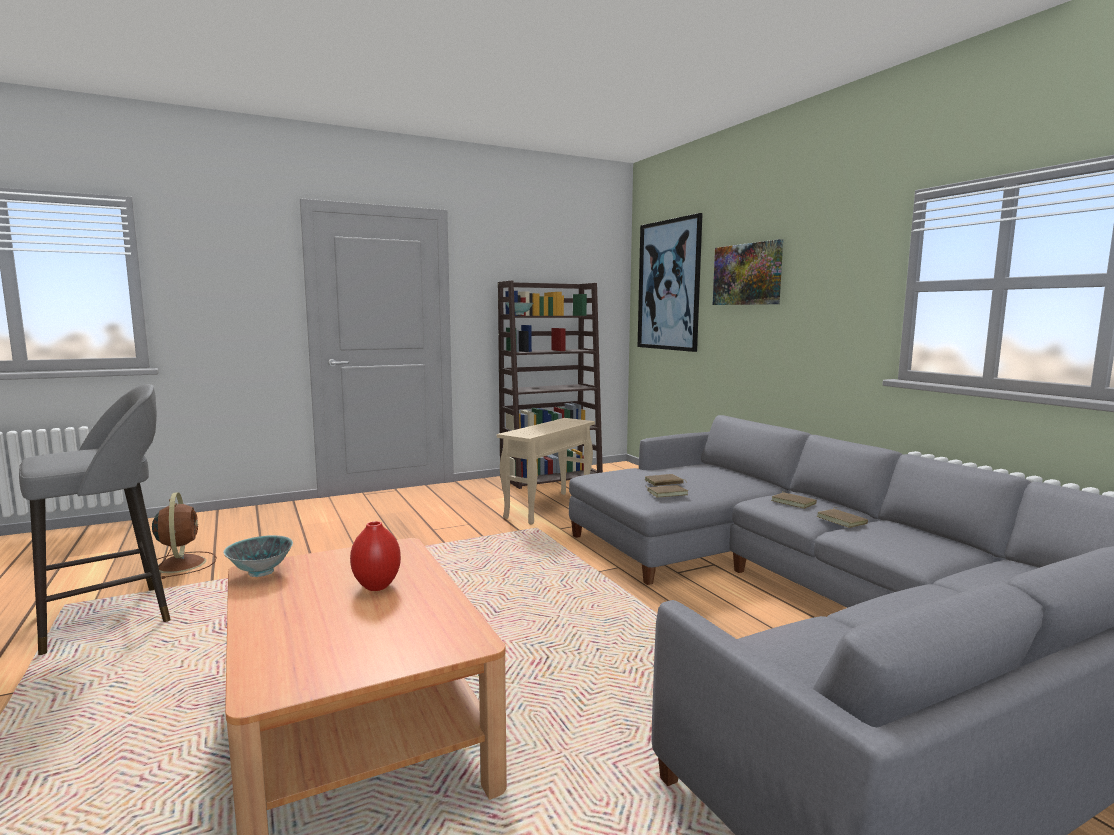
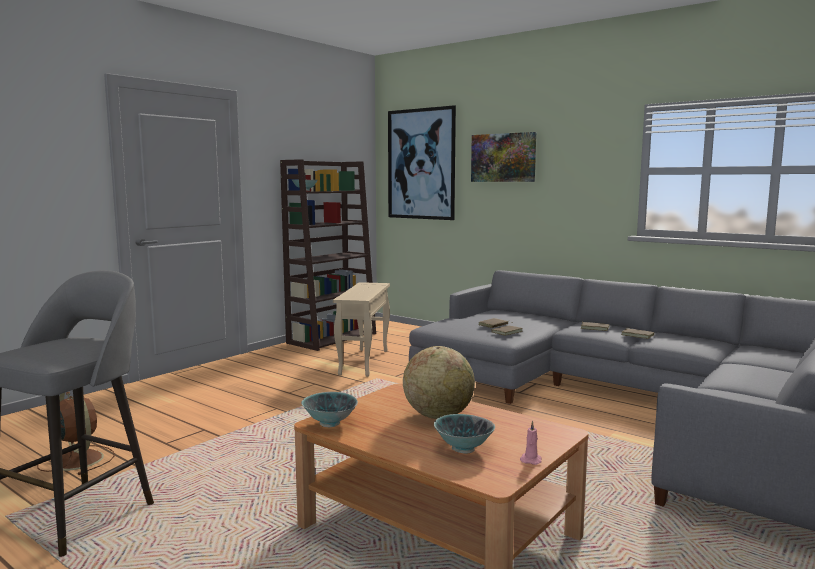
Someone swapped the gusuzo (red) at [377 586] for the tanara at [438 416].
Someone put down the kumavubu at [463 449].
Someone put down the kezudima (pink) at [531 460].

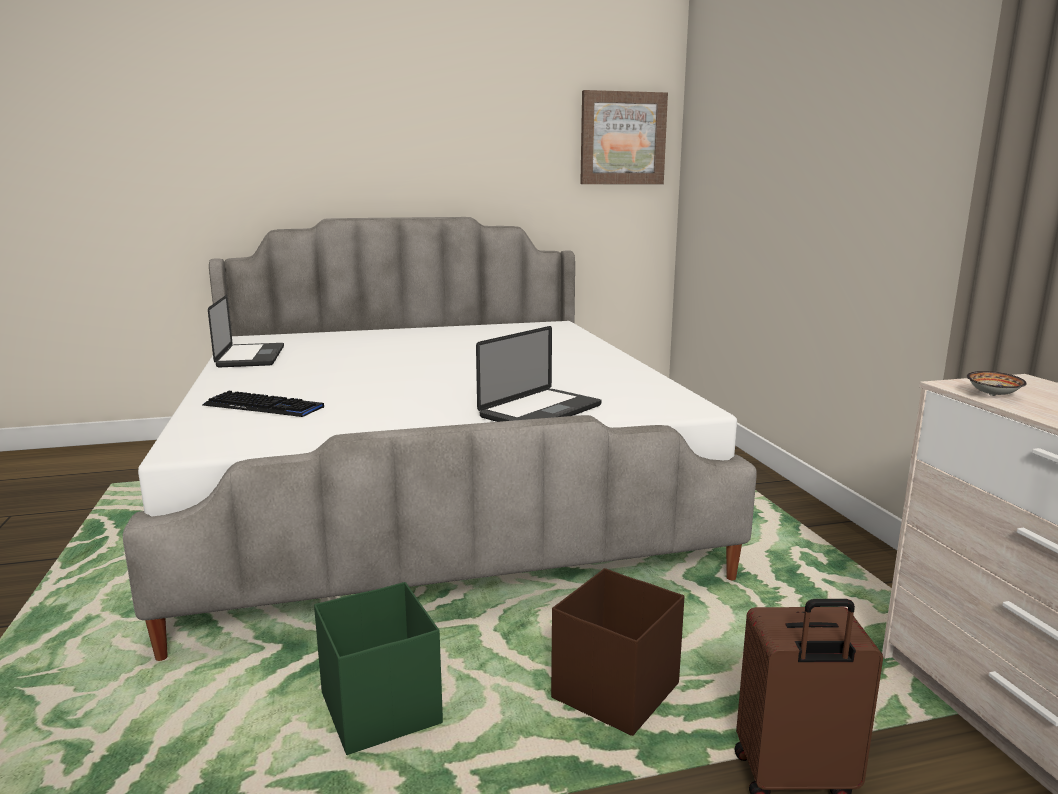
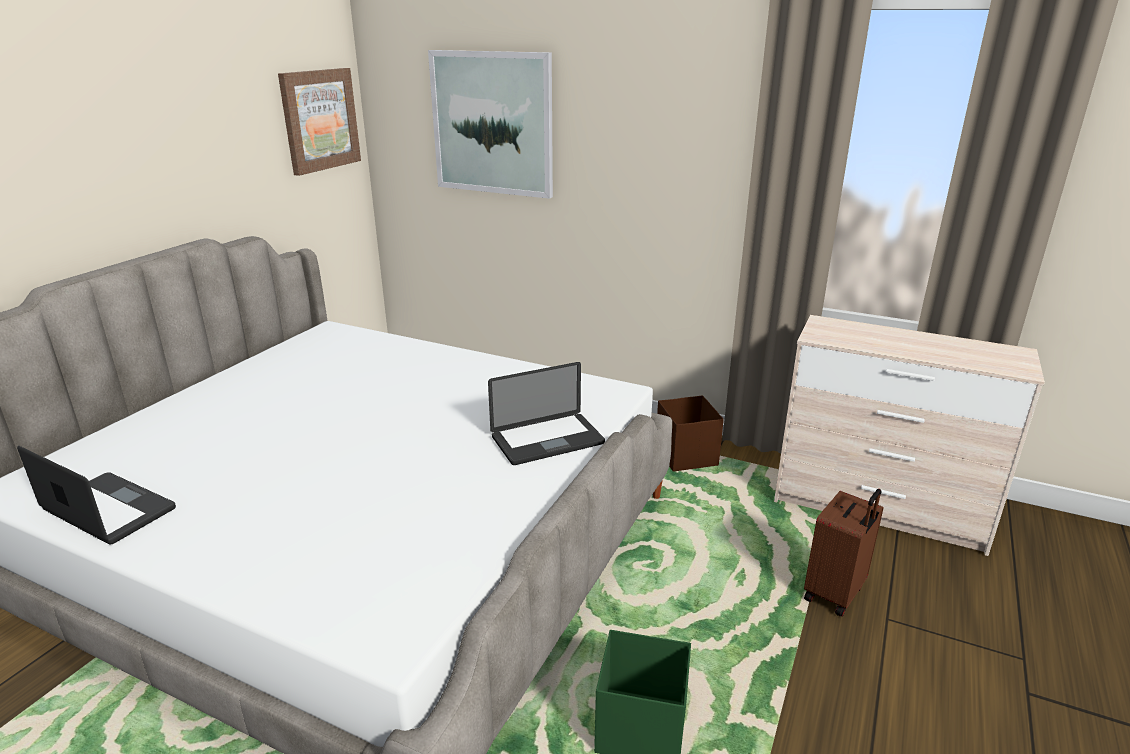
Someone rotated the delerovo at [541 411] by 75 degrees clockwise.
Someone took away the kumavubu at [993 395].
Someone took away the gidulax at [264 407].
Someone carried the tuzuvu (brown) from [614 692] to [686 456].
Someone put up the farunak at [492 123].

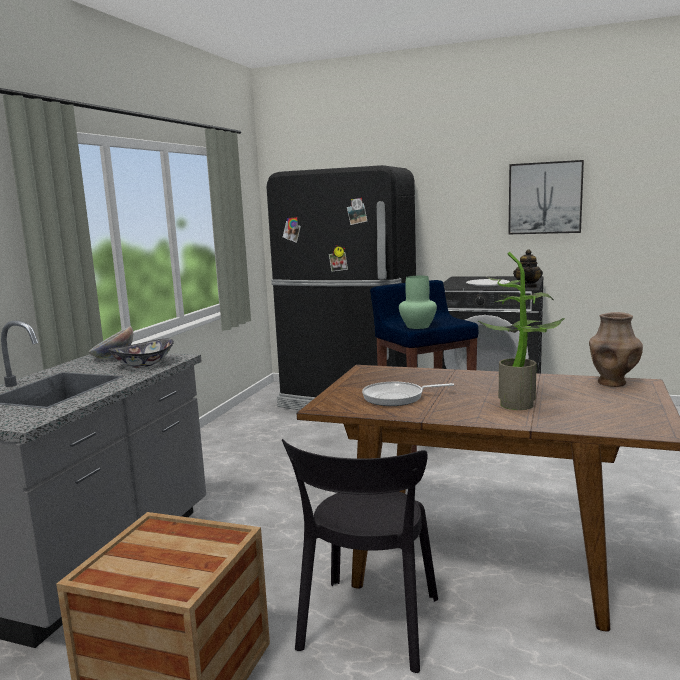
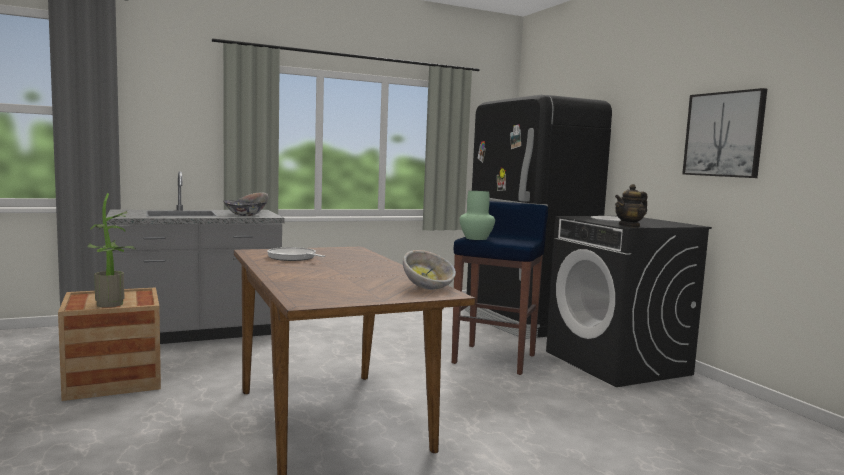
Someone carried the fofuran from [520 403] to [113 304].
Someone swapped the gusuzo (brown) at [612 383] for the kumavubu at [428 288].
Someone took away the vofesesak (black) at [368 627].

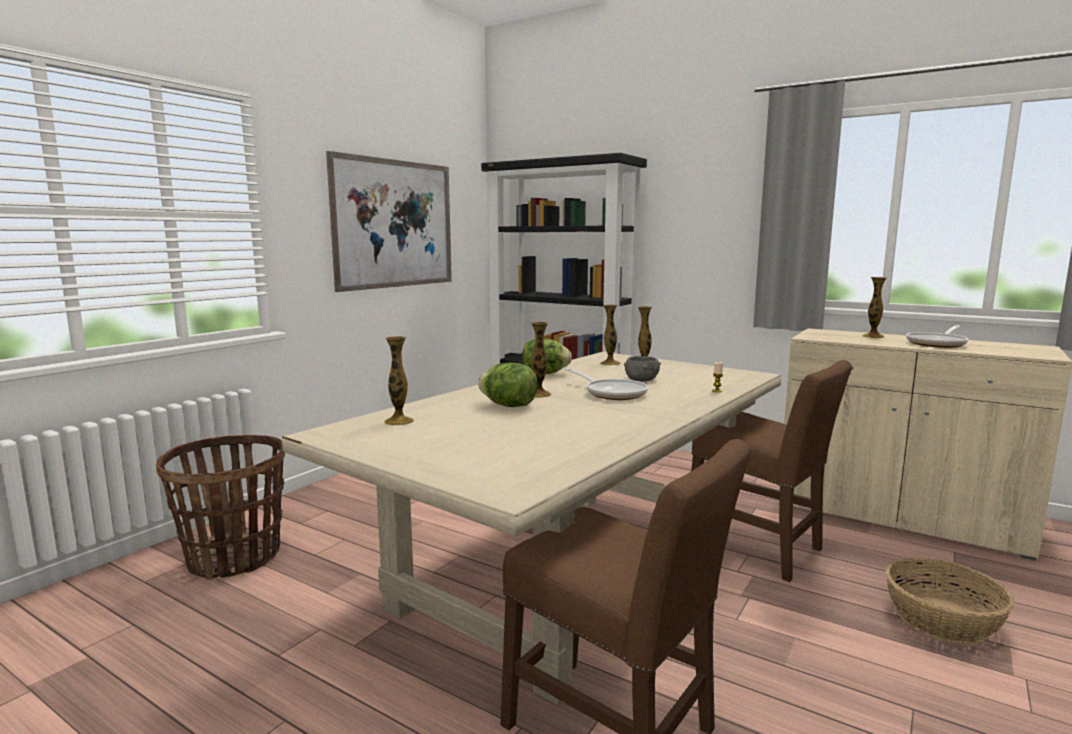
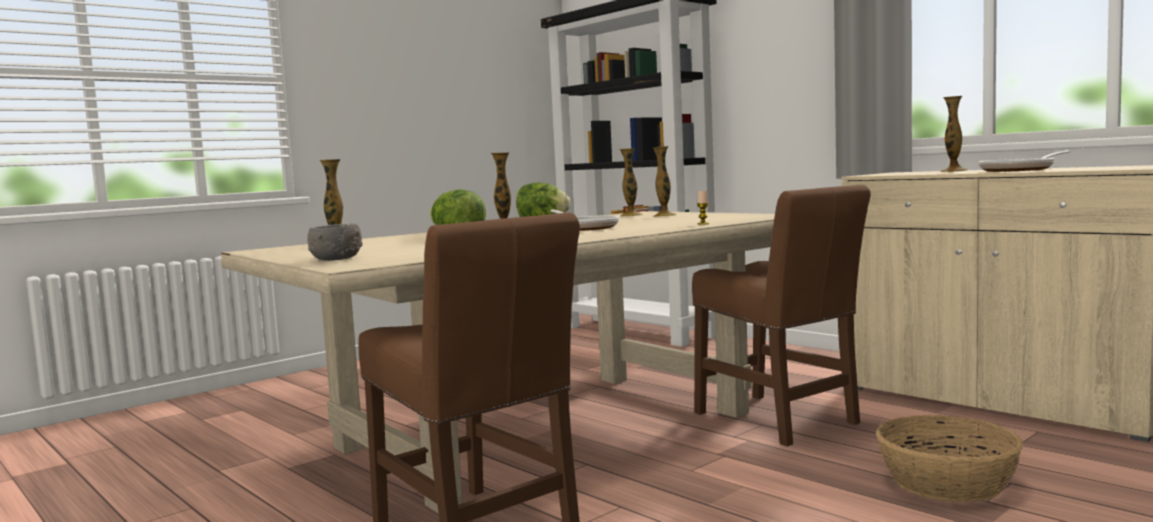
Someone took away the farunak at [395 224].
Someone carried the kumavubu (grey) from [641 379] to [336 259].
Someone took away the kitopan at [234 558].

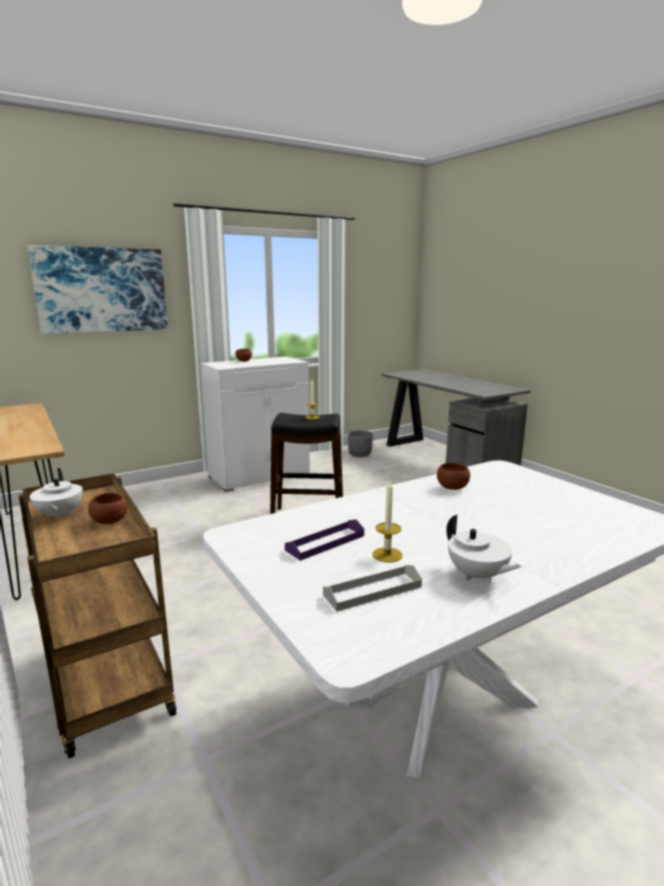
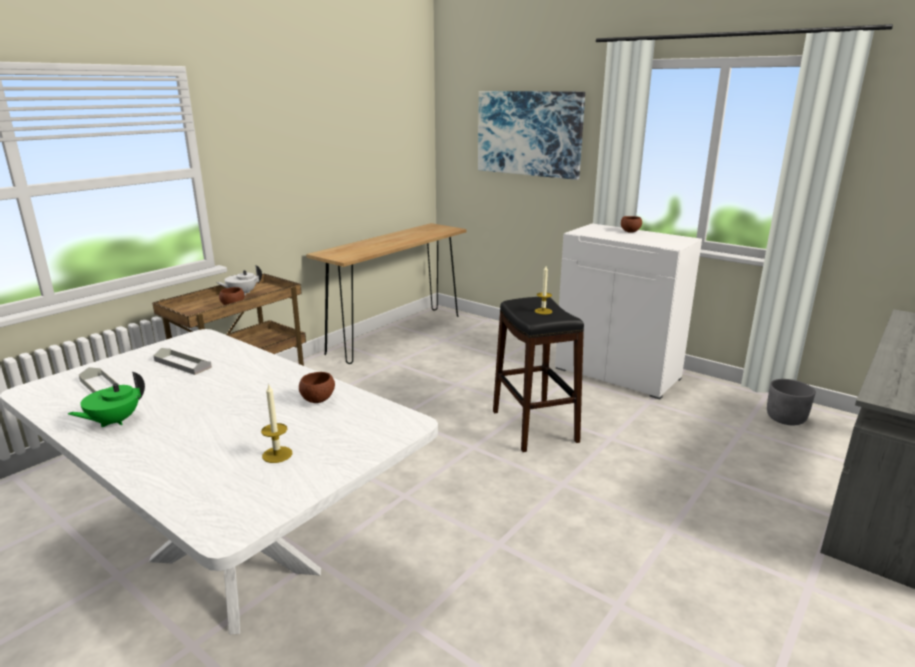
Someone carried the kezudima from [387 554] to [277 454].
Someone repainted the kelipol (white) at [477 576], which became the kelipol (green) at [114 421].
Someone repainted the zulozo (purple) at [325 543], which became the zulozo (grey) at [182 364].

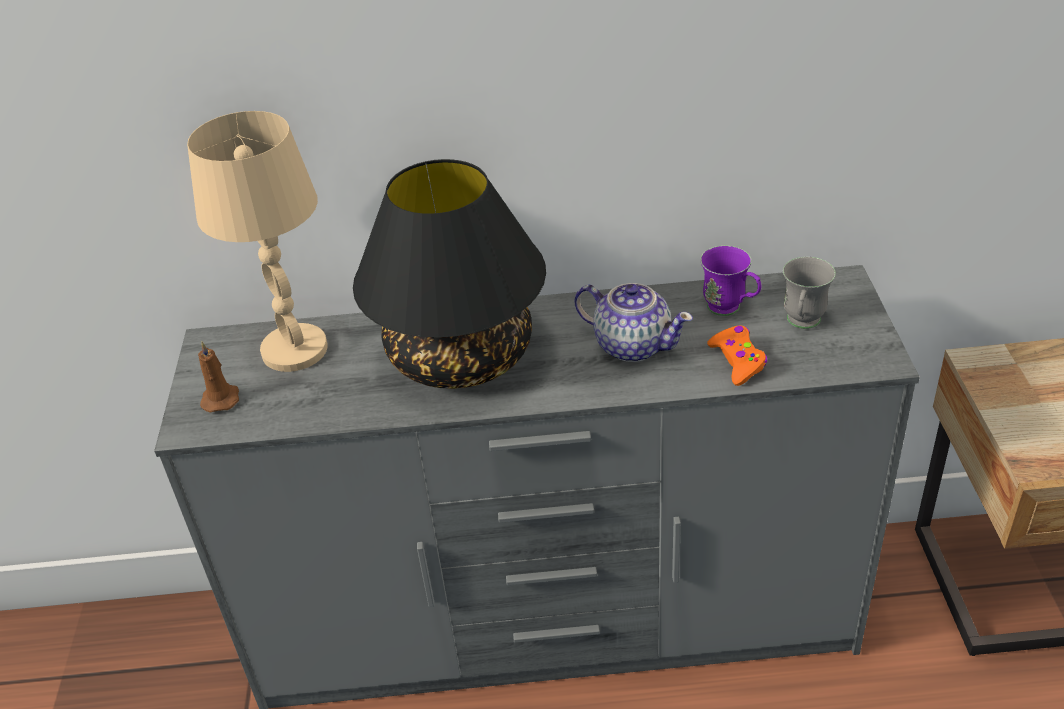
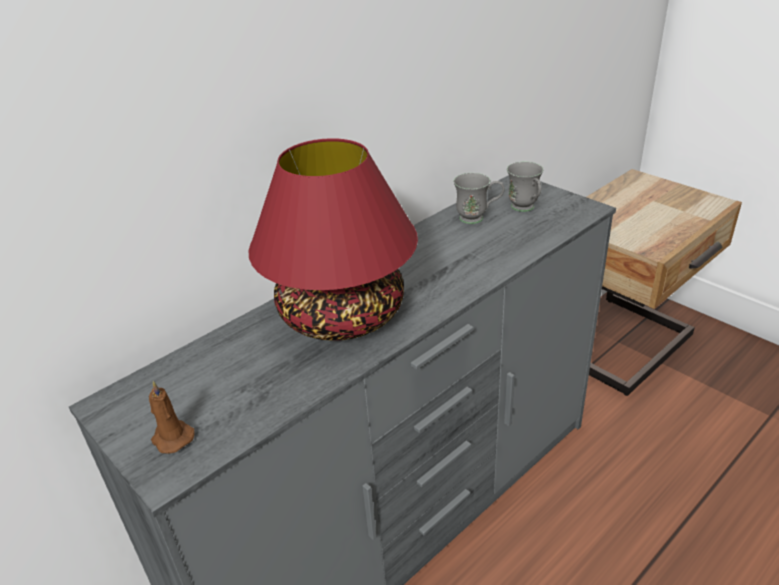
Someone took away the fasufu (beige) at [294 350].
Someone repainted the fasufu (black) at [462 356], which became the fasufu (red) at [342 314].
Someone repainted the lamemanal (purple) at [730 310], which became the lamemanal (grey) at [478 218].
Someone took away the kelipol at [632 345].
Someone took away the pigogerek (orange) at [738 361].

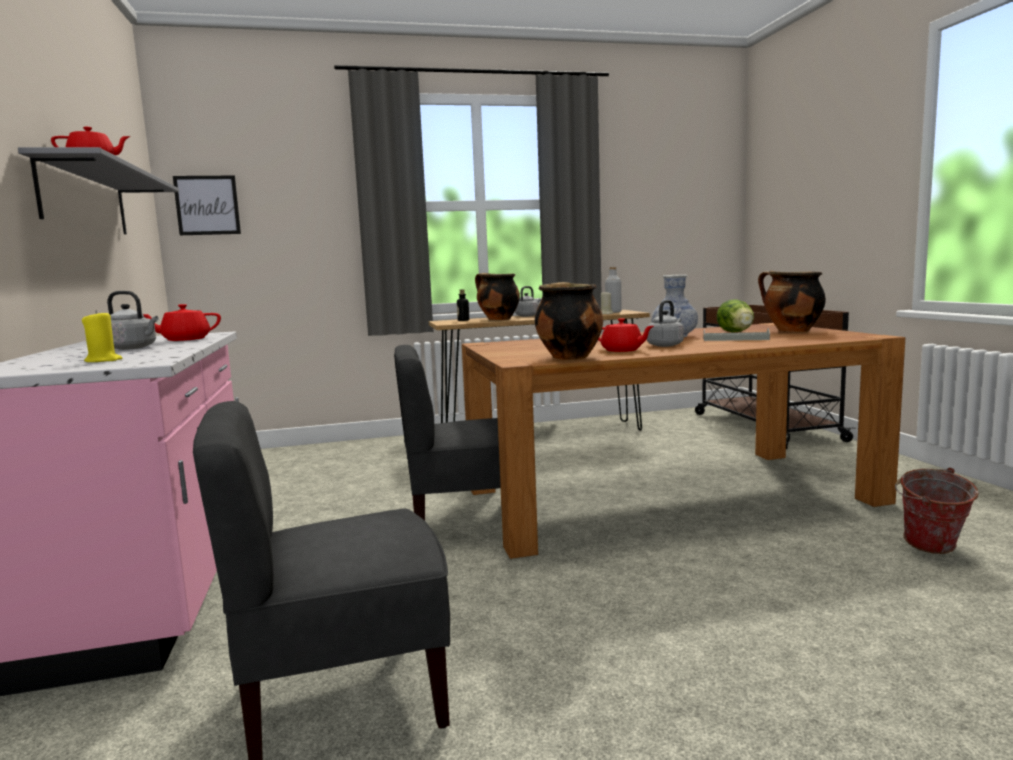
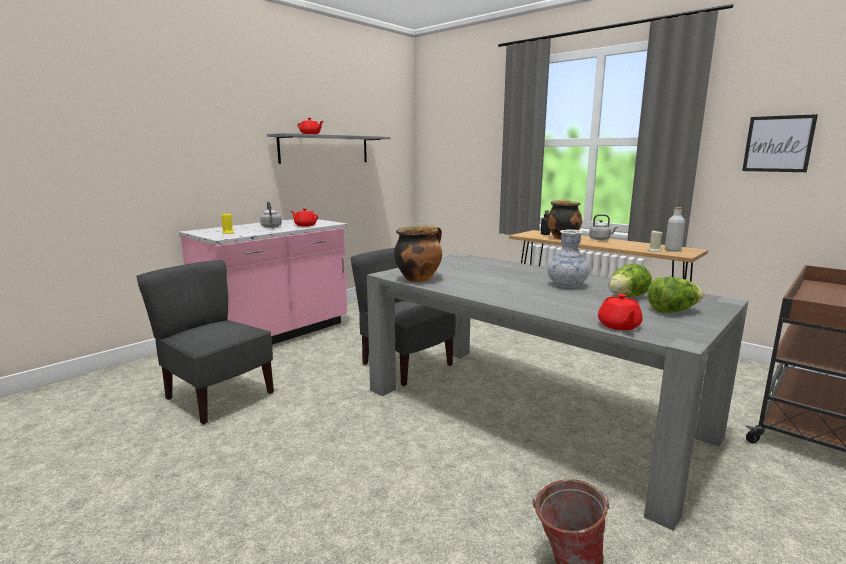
Someone carried the farunak from [207 205] to [778 144].
Someone swapped the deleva at [791 331] for the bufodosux at [672 311].
Someone took away the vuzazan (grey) at [666 345].
Someone carried the kelipol (red) from [622 350] to [619 326].
Someone repainted the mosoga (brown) at [667 495], which became the mosoga (grey) at [531 412].
Someone took away the zulozo (grey) at [735 339].

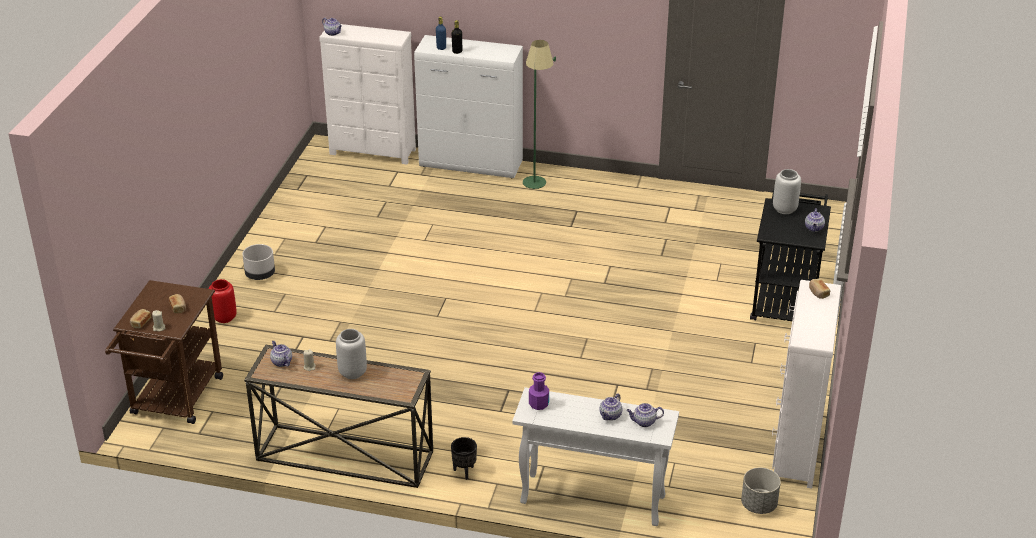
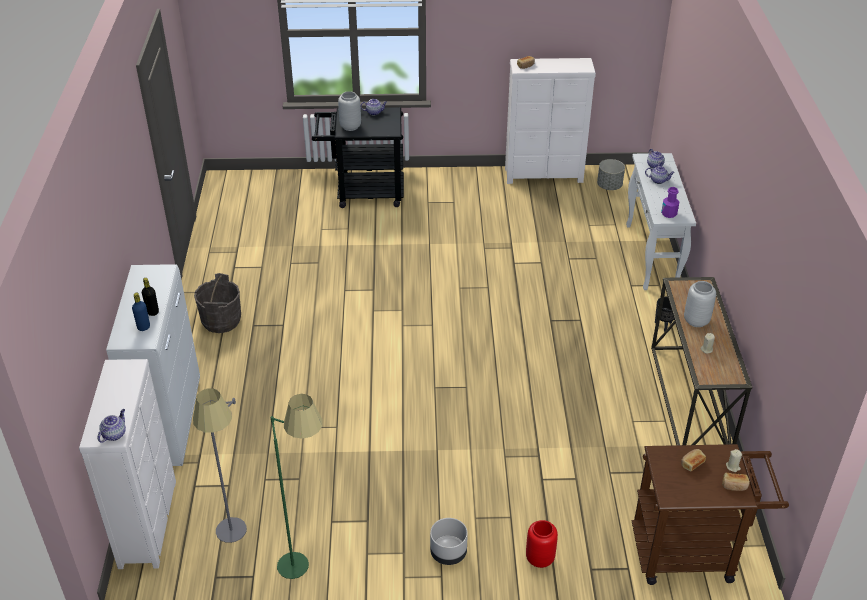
Someone carried the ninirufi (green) from [537 188] to [306 559].
Someone took away the kelipol at [281 362].
Someone put down the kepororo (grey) at [221 321].
Someone put down the ninirufi (grey) at [235 540].

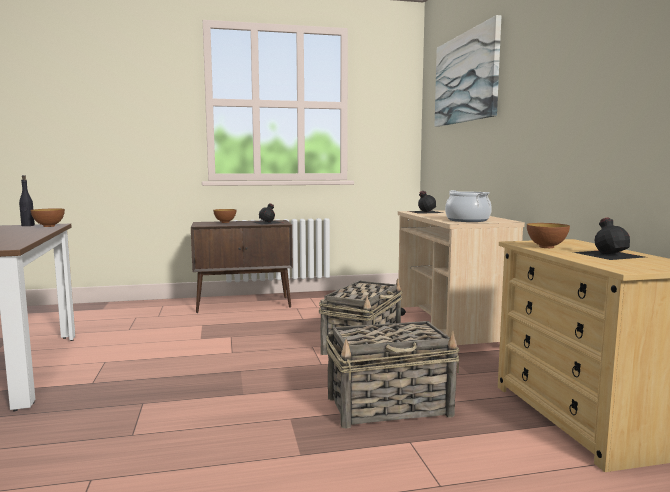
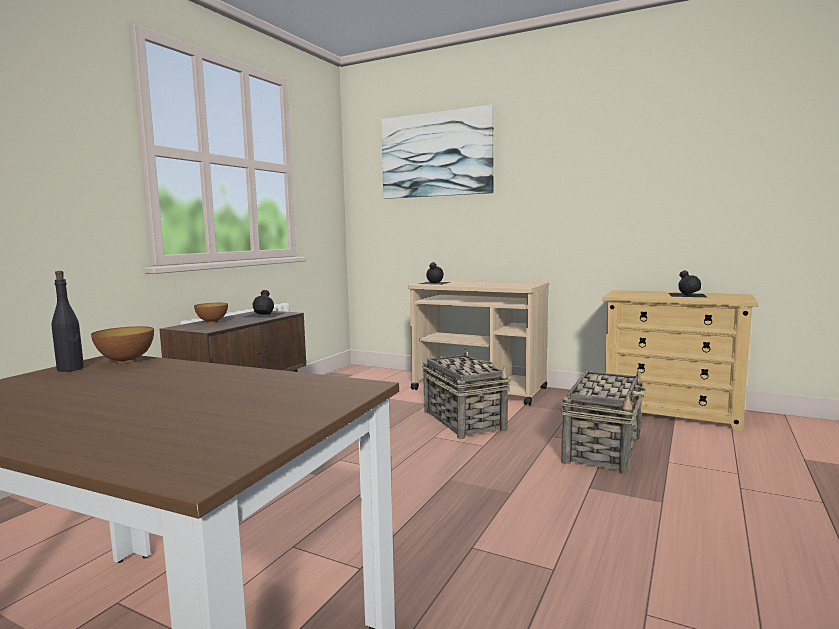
Someone took away the deleva at [467 220].
Someone took away the kumavubu at [546 247].

